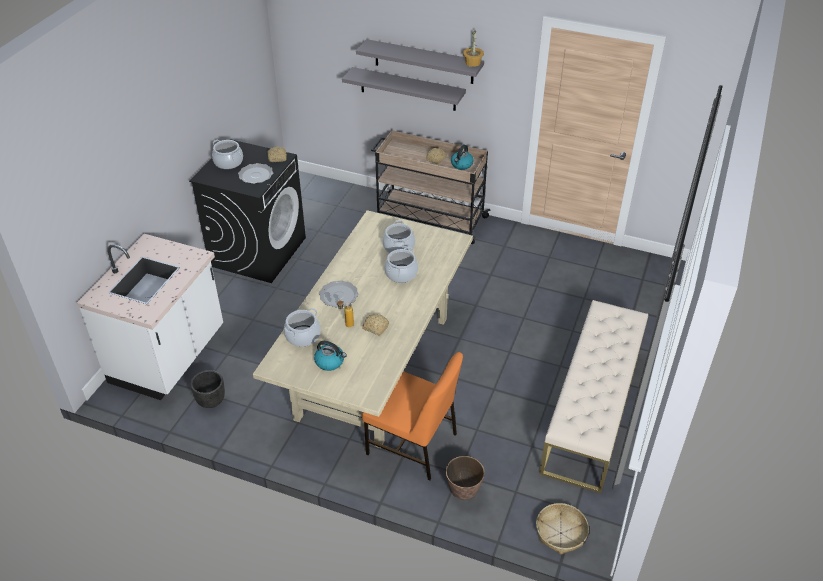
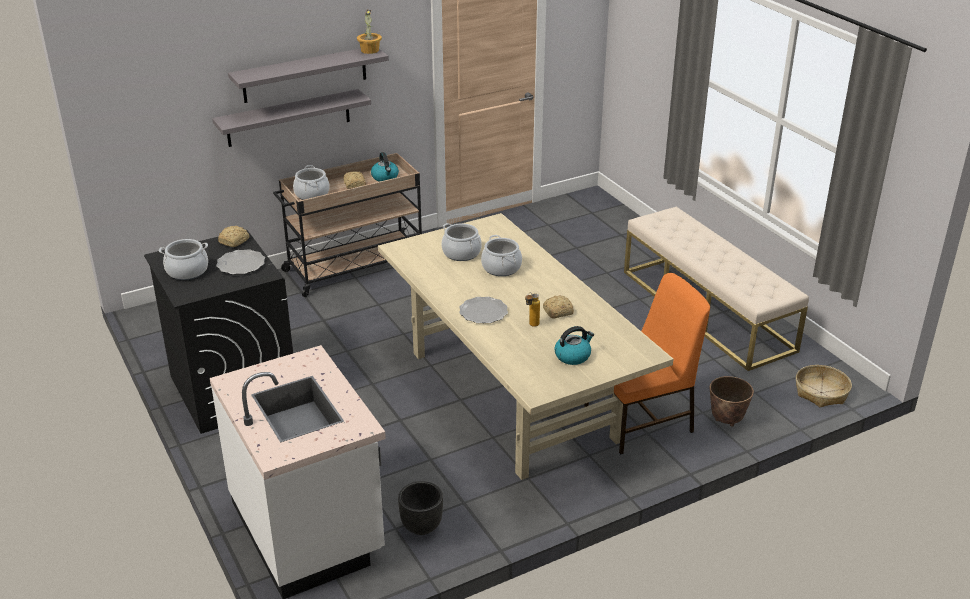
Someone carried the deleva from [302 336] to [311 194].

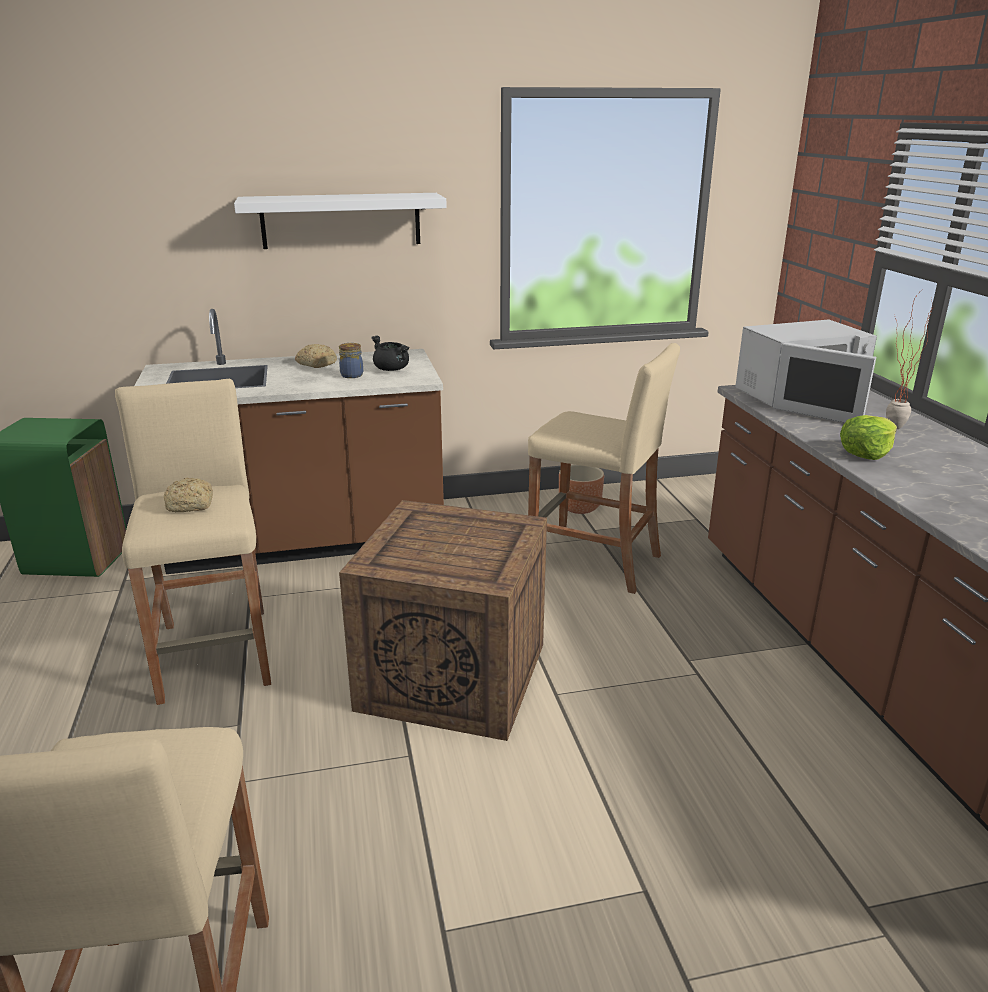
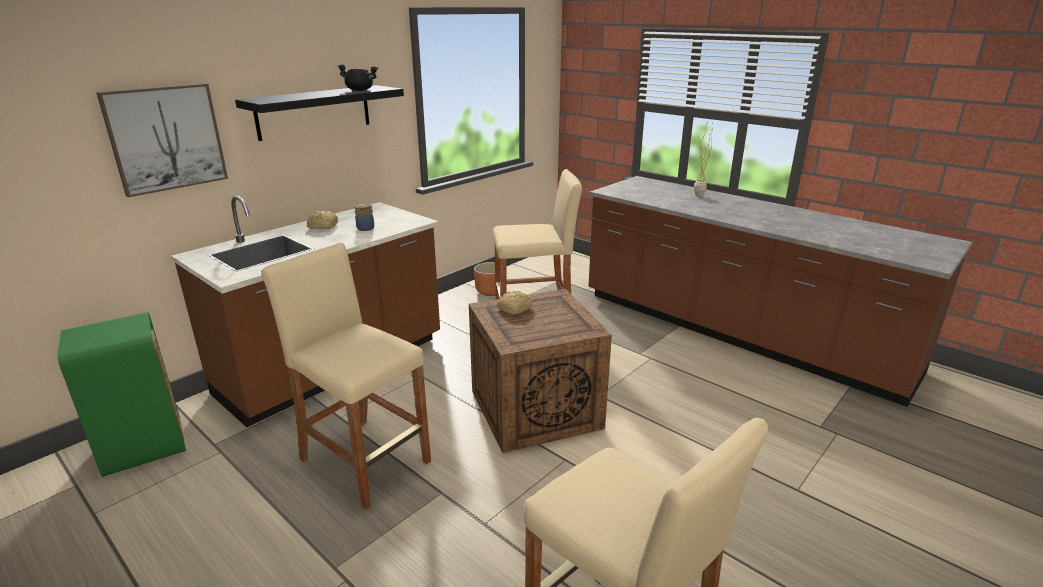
Someone repainted the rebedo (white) at [341 220], which became the rebedo (black) at [314 112].
Someone took away the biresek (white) at [798 396].
Someone carried the deleva (black) from [392 369] to [360 90].
Someone took away the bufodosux at [866 453].
Someone carried the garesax from [192 505] to [515 308].
Someone put up the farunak at [166 138].

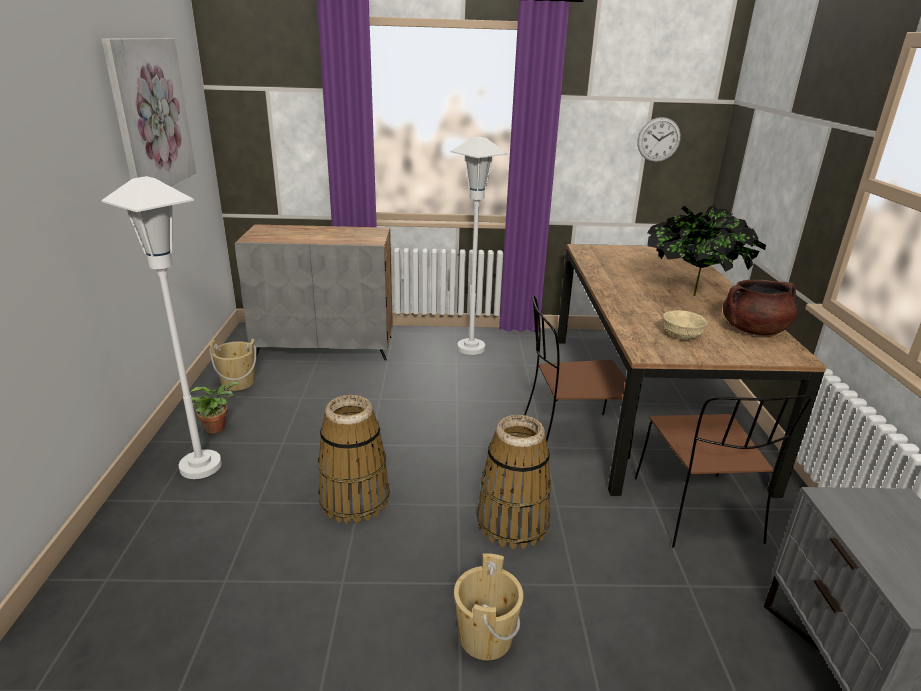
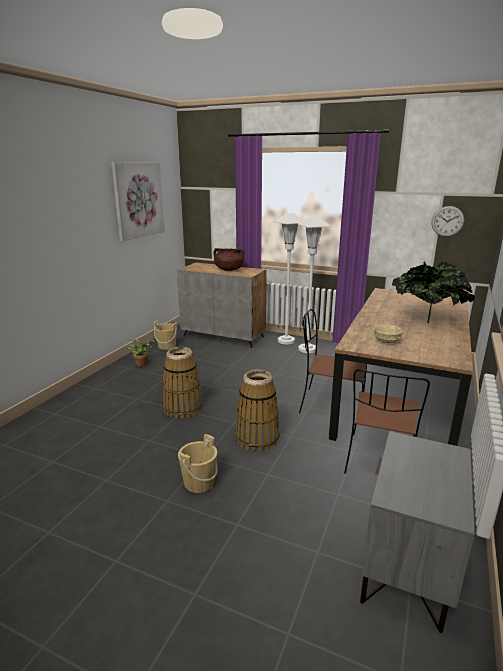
Someone carried the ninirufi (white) from [201 466] to [286 341].
Someone carried the deleva (brown) from [753 330] to [229 270].

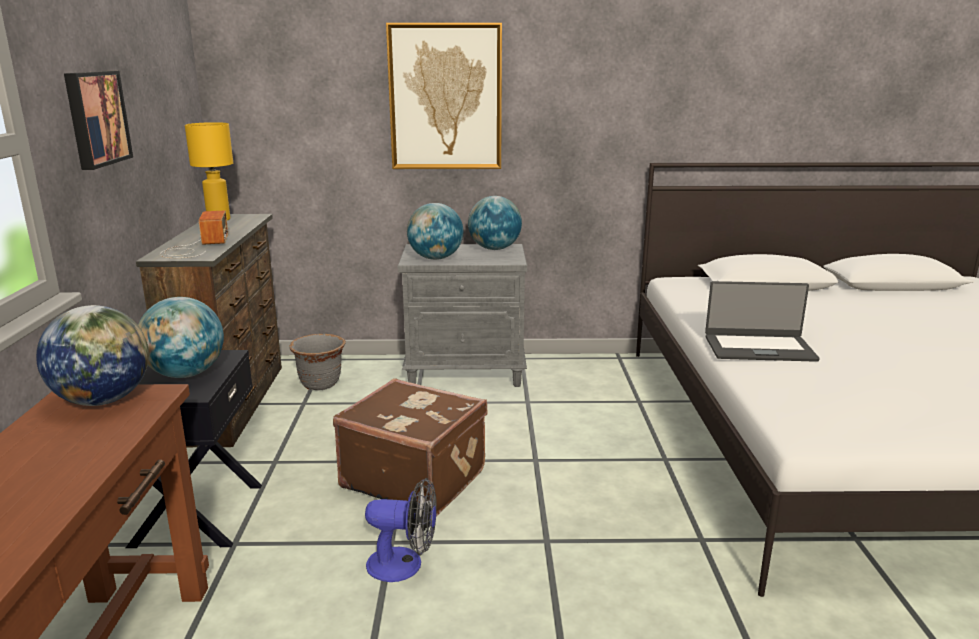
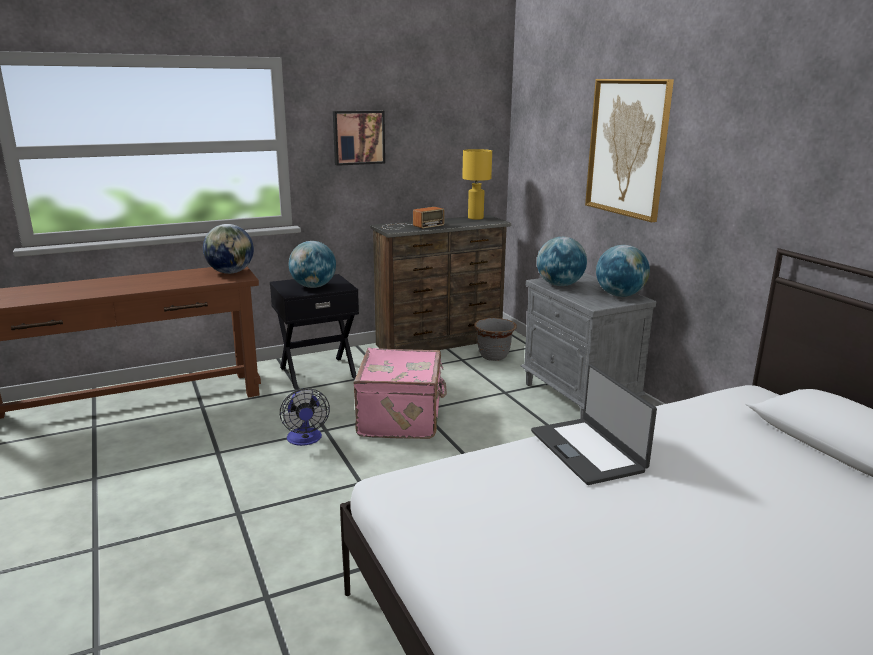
Someone repainted the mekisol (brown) at [414 478], which became the mekisol (pink) at [402 418].

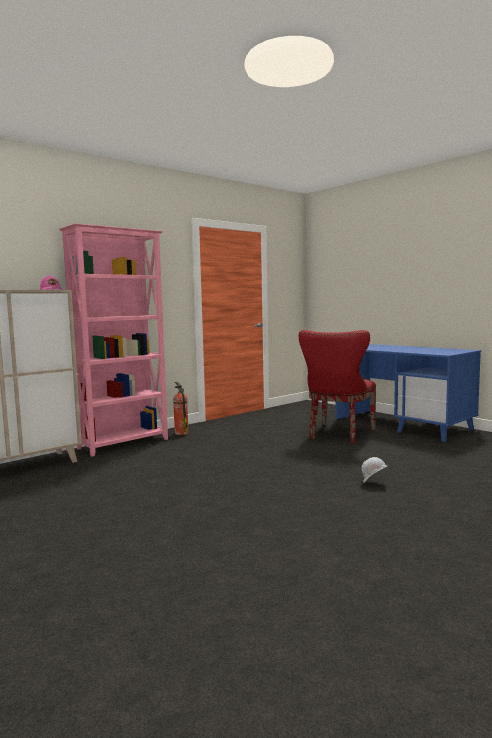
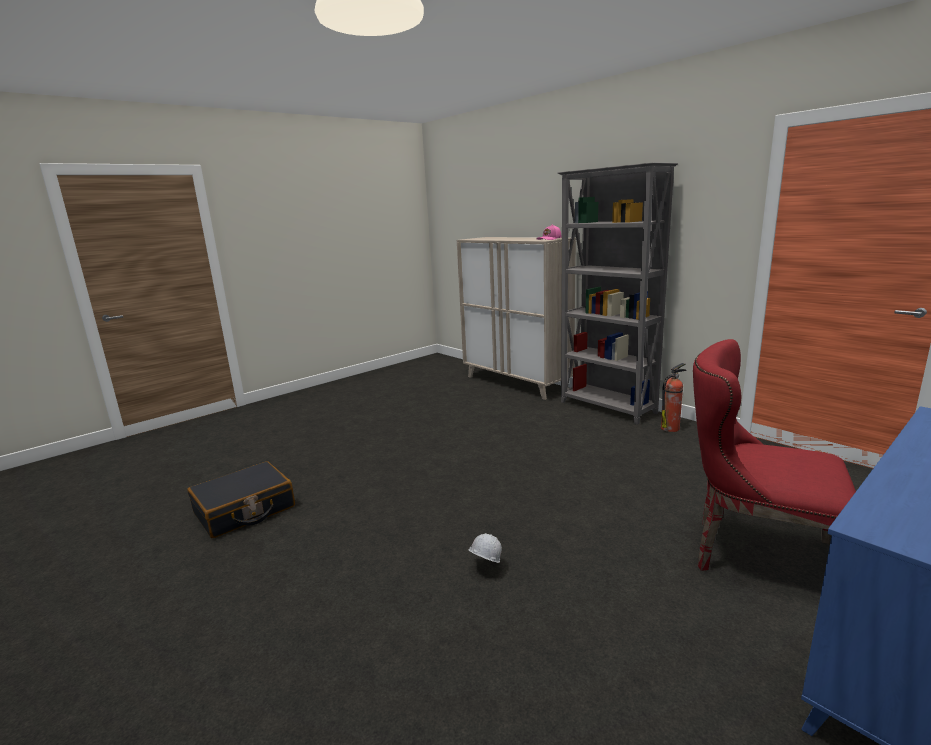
Someone repainted the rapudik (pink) at [125 444], which became the rapudik (grey) at [607 408].
Someone put down the mekisol (black) at [244 510].

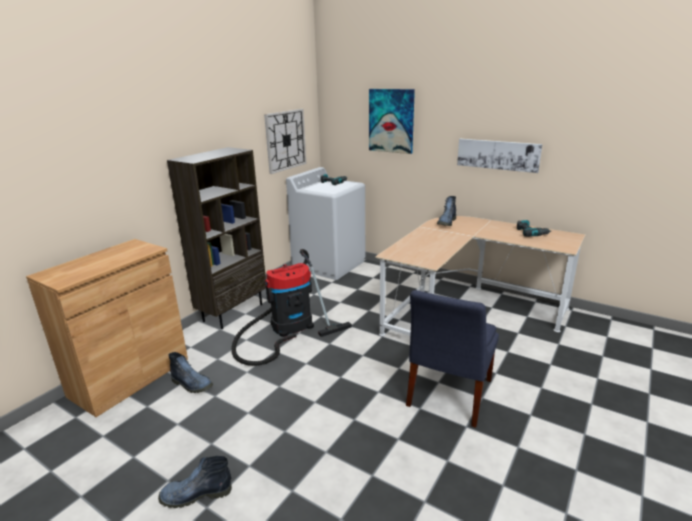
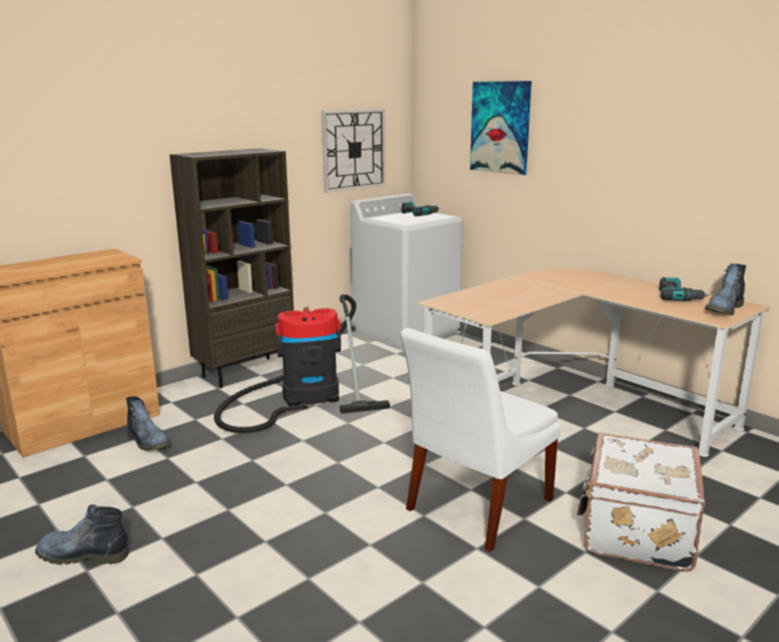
Someone took away the farunak at [498 154].
Someone carried the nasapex from [446 222] to [724 310].
Someone repainted the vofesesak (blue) at [448 395], which became the vofesesak (white) at [475 507].
Someone put down the mekisol (white) at [635 531].

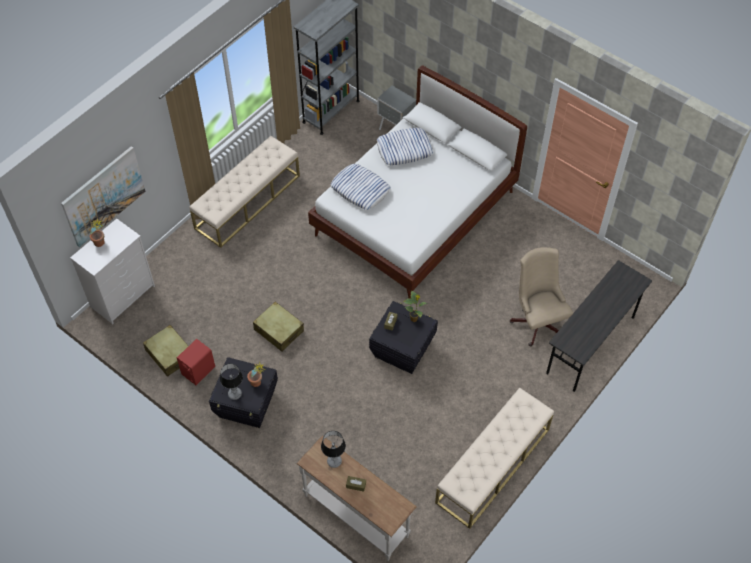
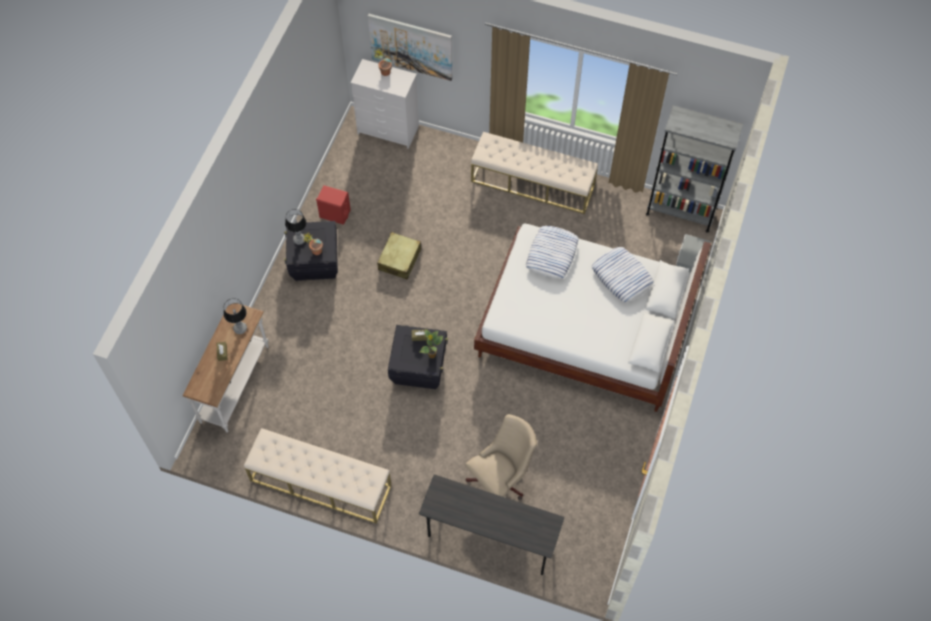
Someone took away the mekisol (beige) at [170 354].

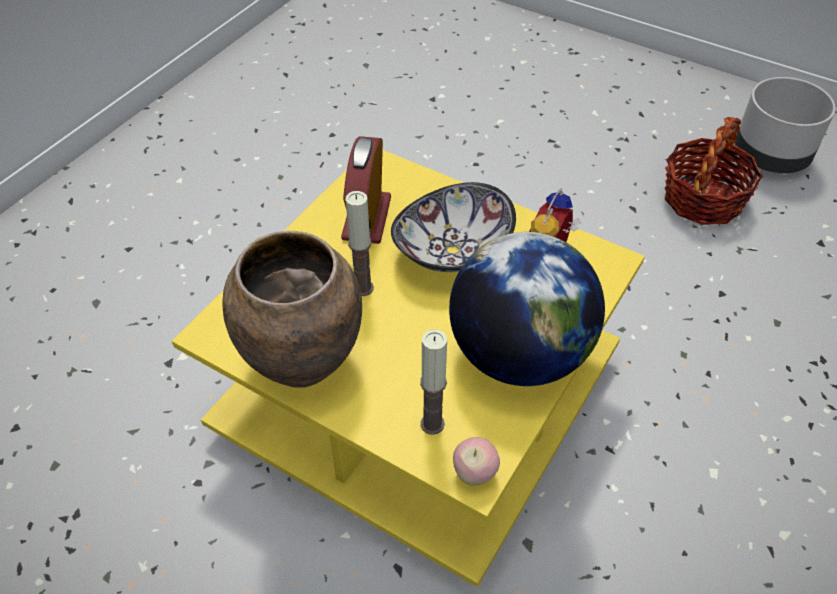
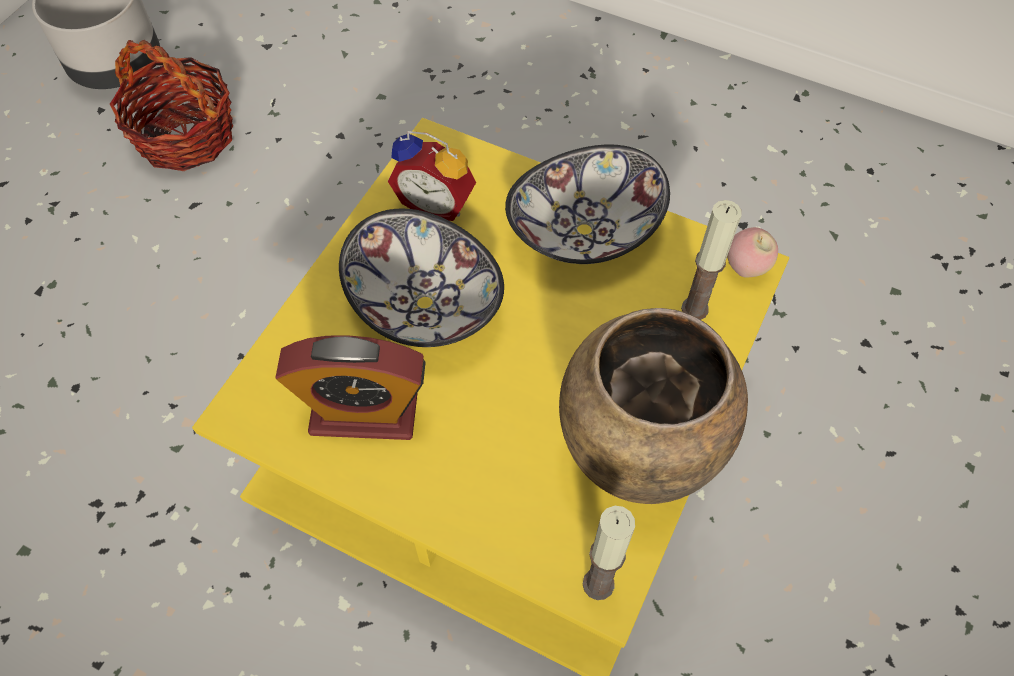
Someone carried the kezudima from [363 288] to [598 584].
Someone swapped the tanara at [519 354] for the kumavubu at [585 232].

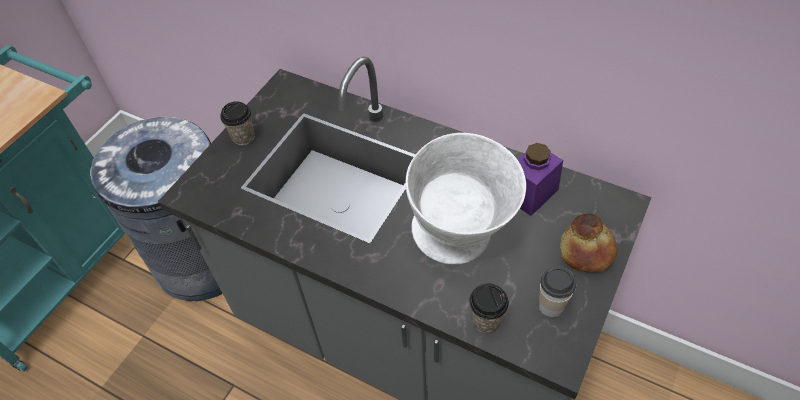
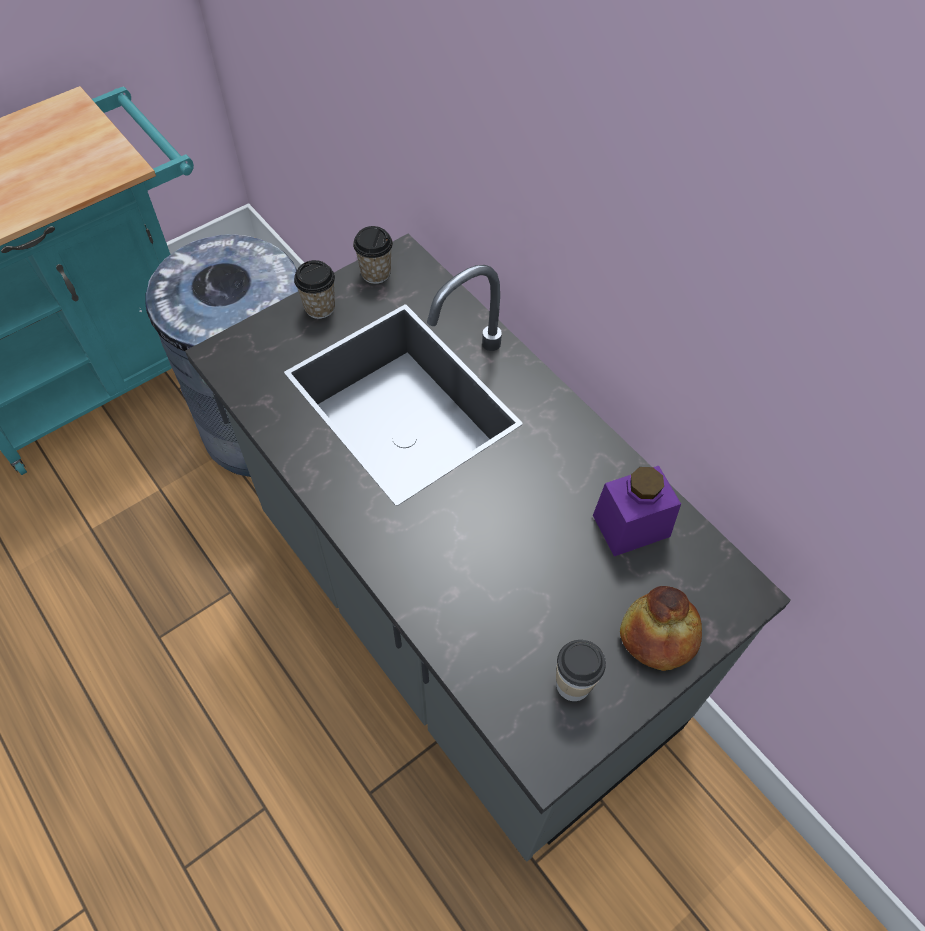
Someone took away the kumavubu (white) at [462 242].
Someone carried the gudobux from [486 320] to [376 273].

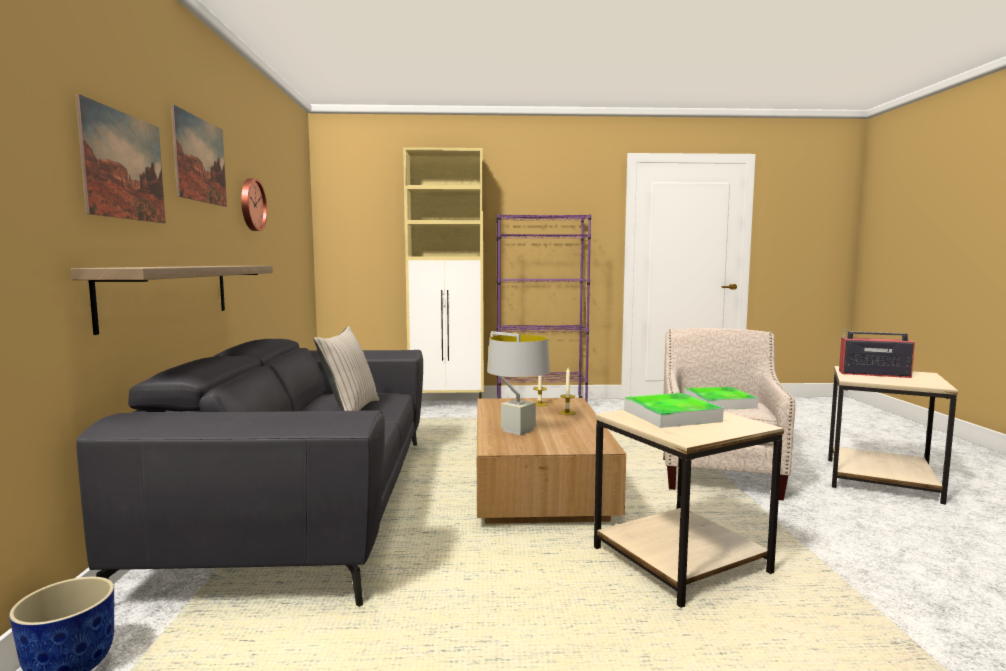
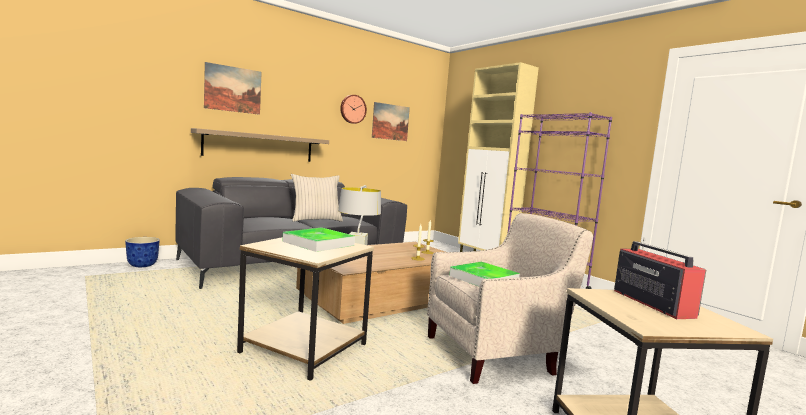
Someone carried the farunak from [200 160] to [390 122].

